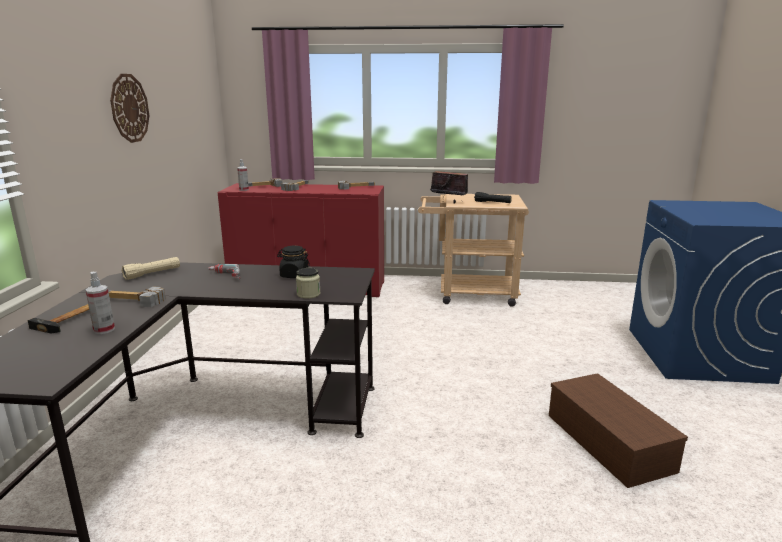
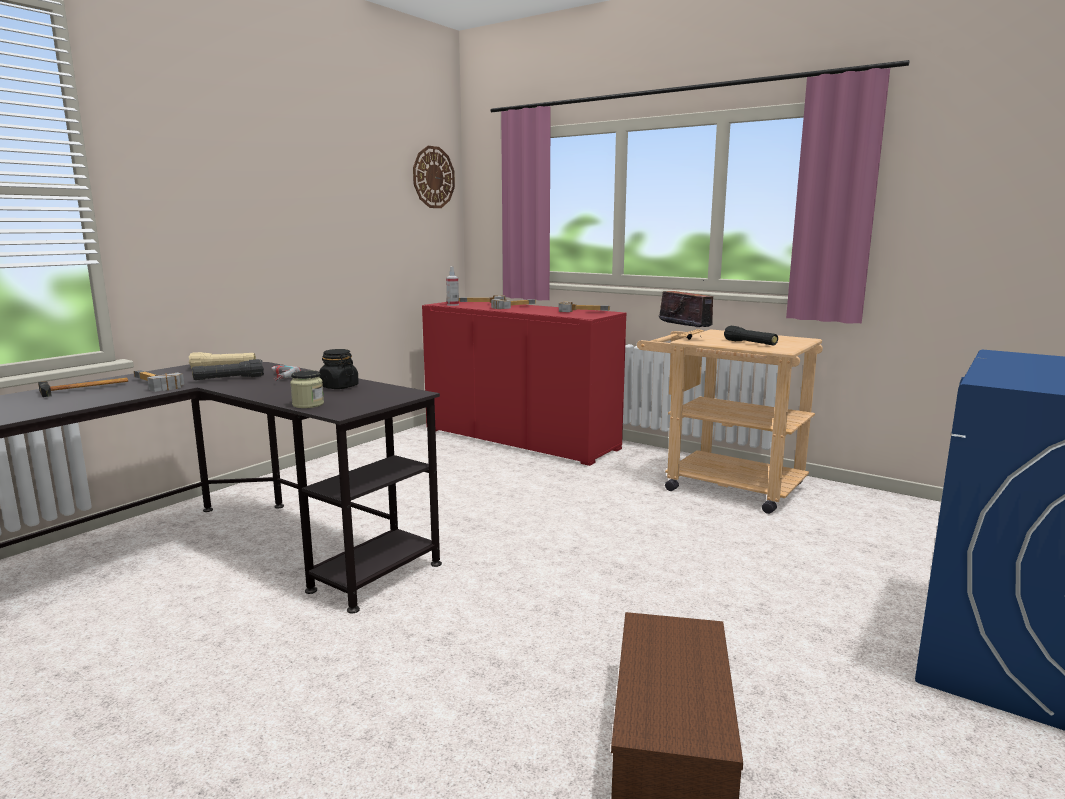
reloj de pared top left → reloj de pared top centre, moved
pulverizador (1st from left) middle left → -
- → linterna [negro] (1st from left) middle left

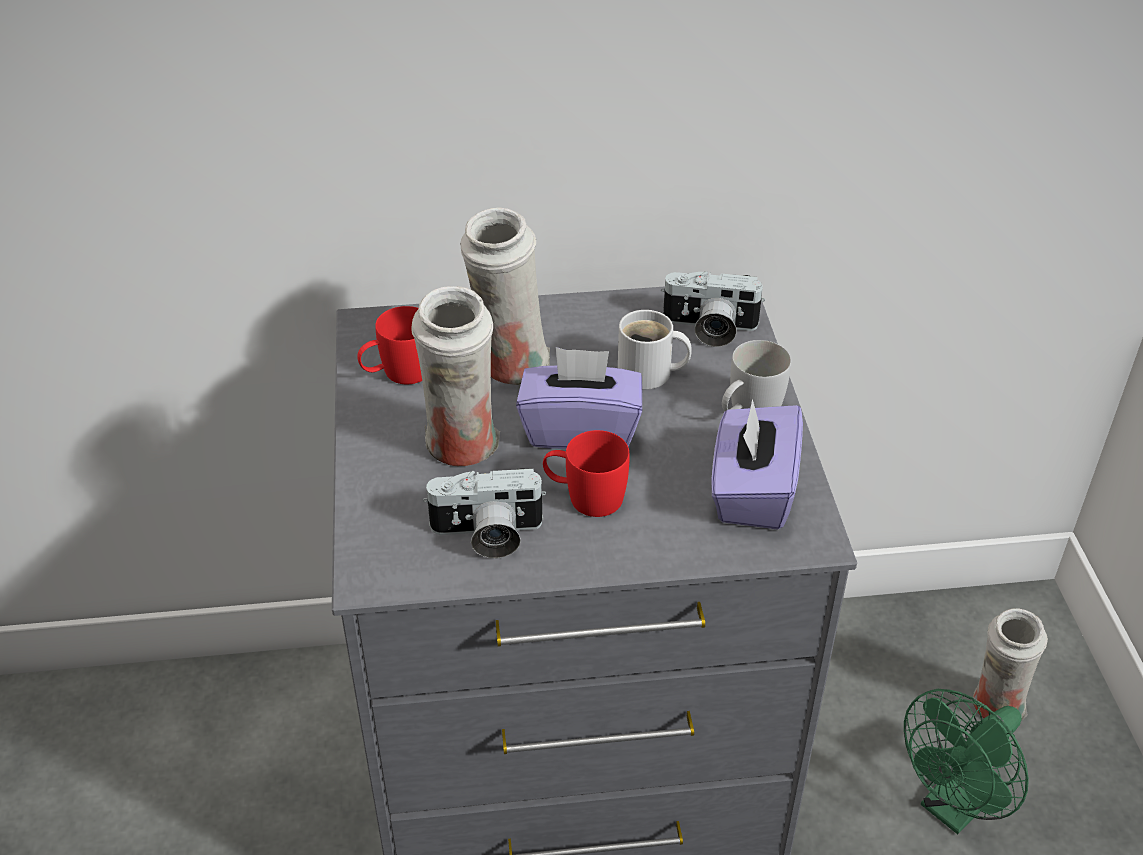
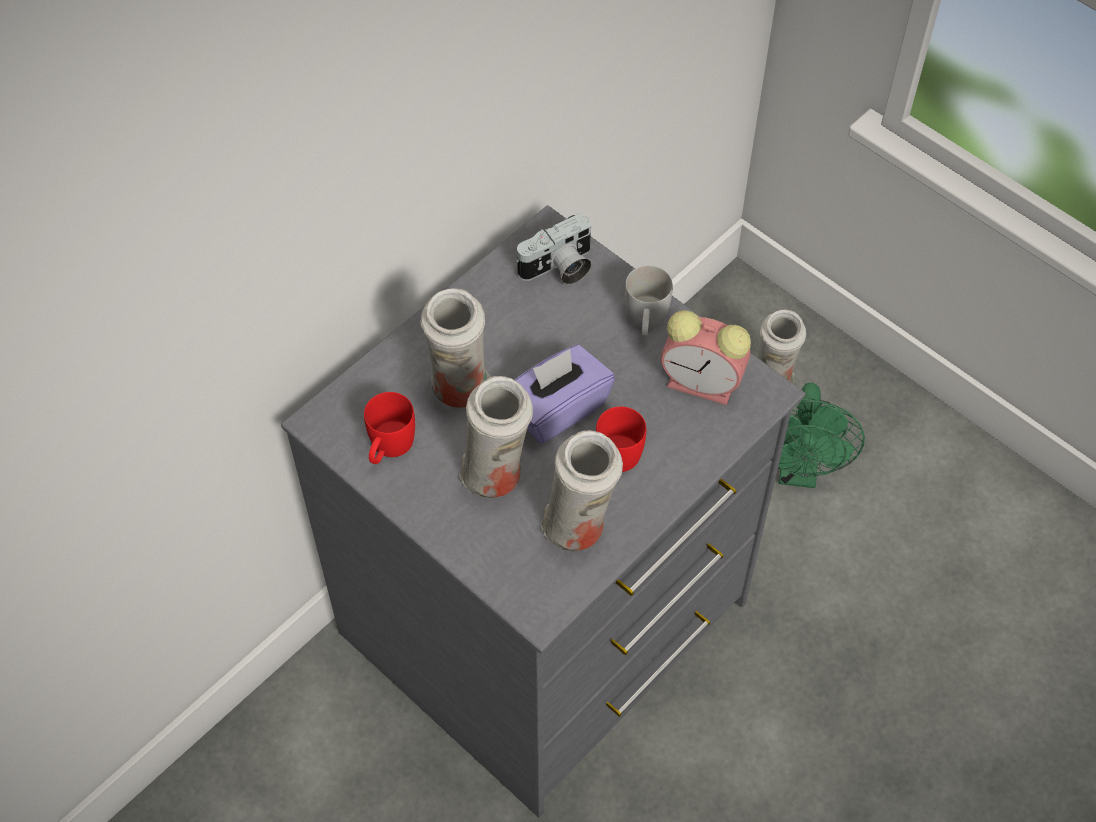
taza grande [blanco] (1st from left) centre → -
caja de pañuelos [morado] (2nd from left) centre → despertador centre
cámara (1st from left) centre → florero [blanco] (3rd from left) centre

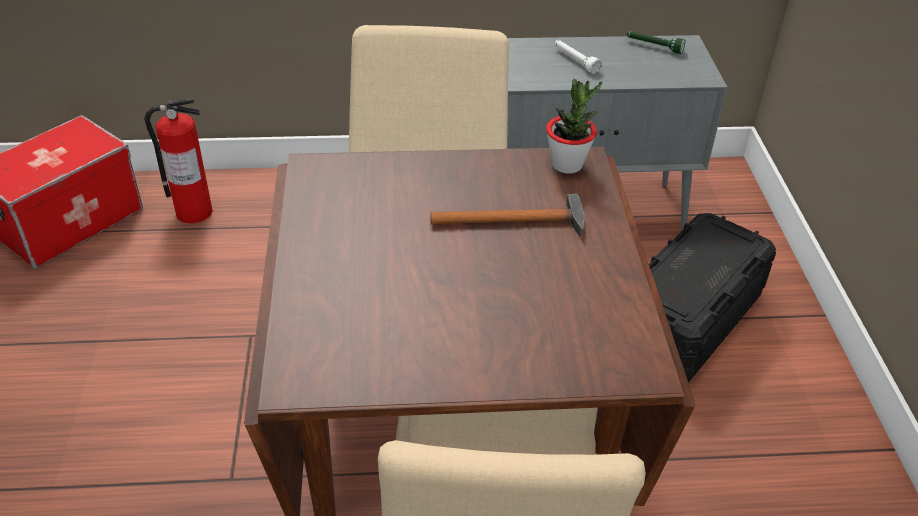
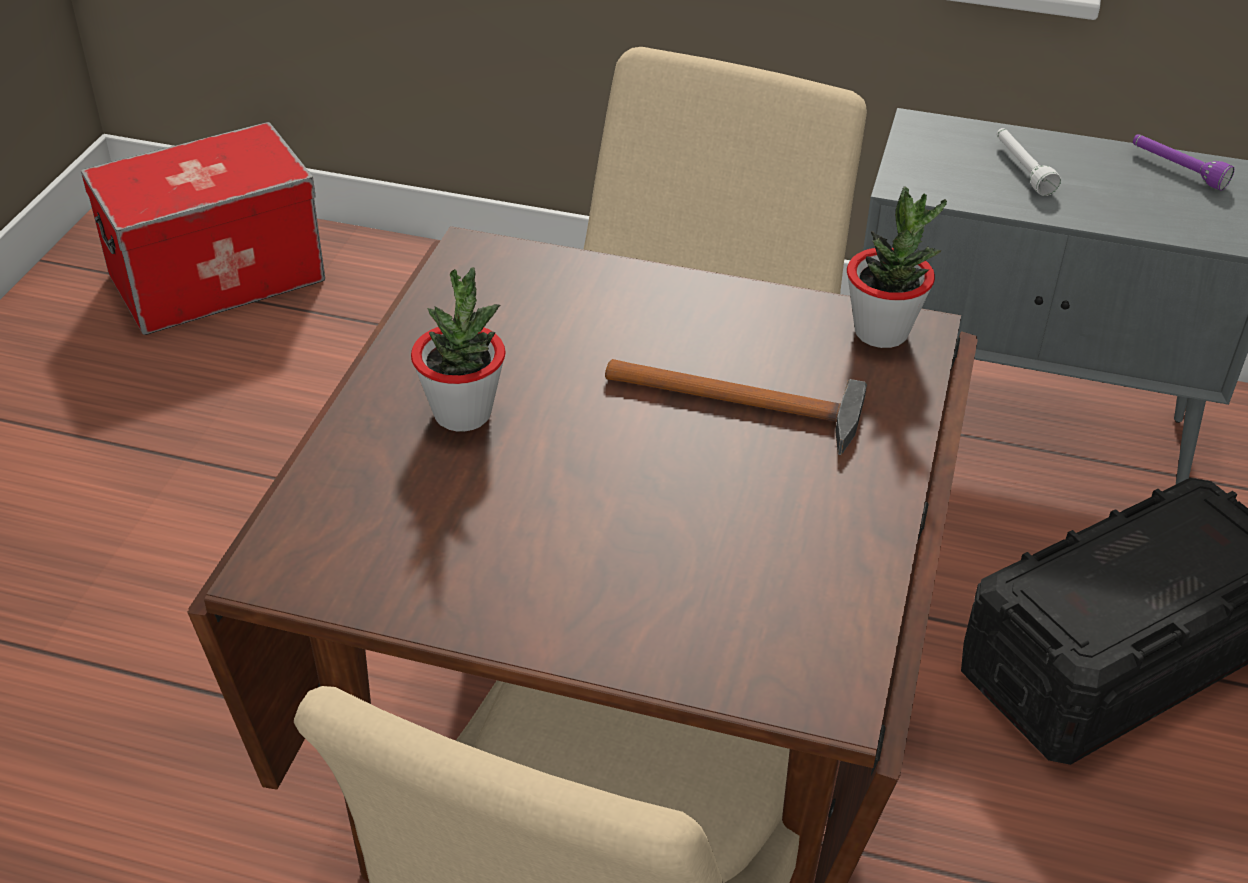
linterna [verde] top right → linterna [morado] top right
extintor top left → -
- → planta en maceta (1st from left) centre

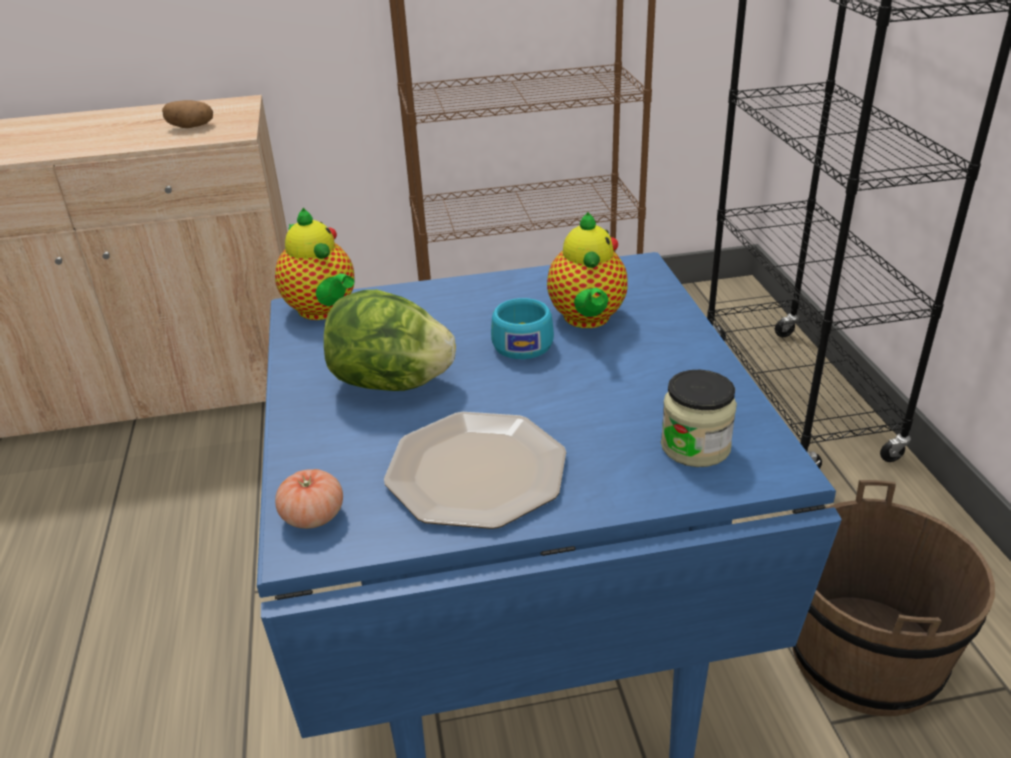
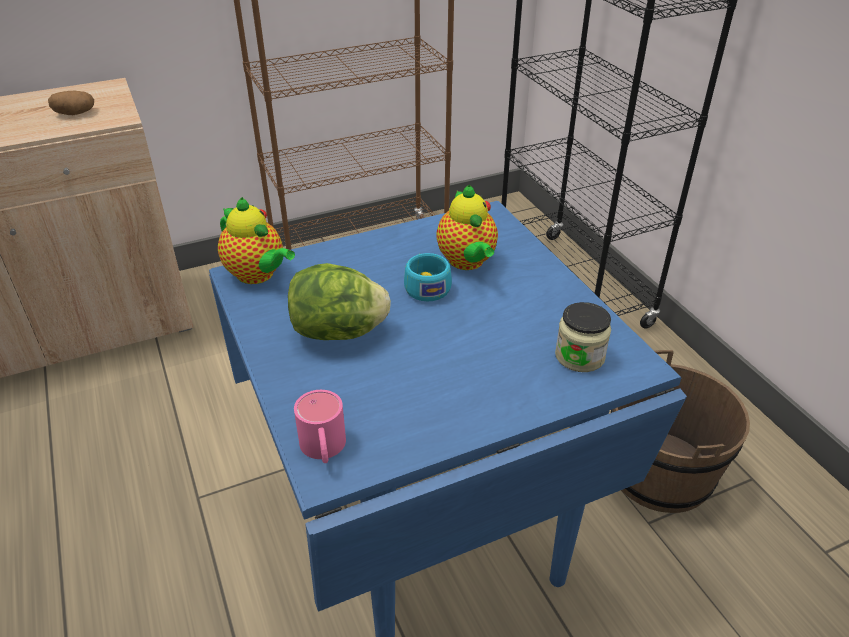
plato centre → -
tomate middle left → taza grande [rosa] bottom centre

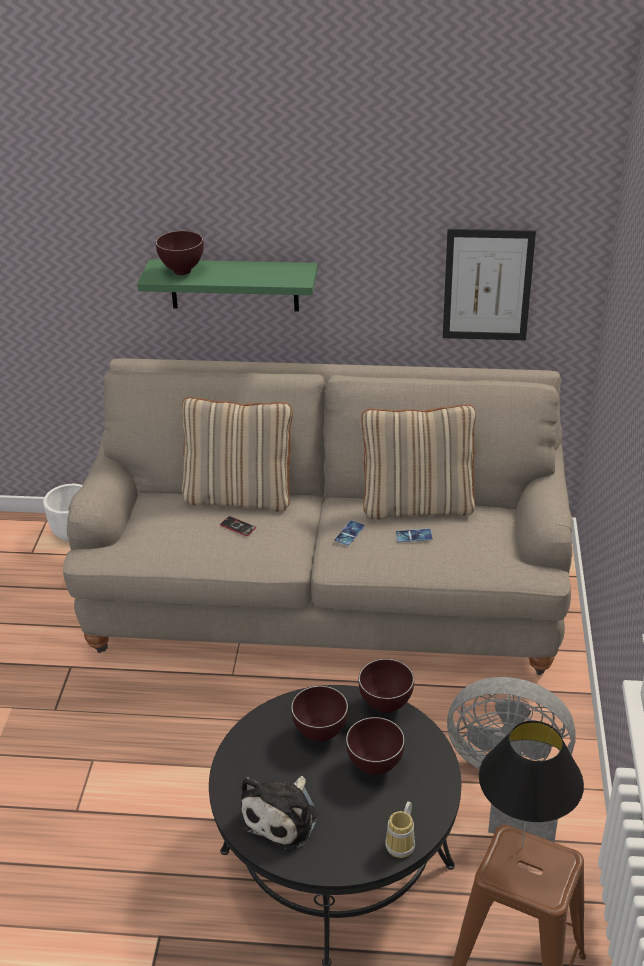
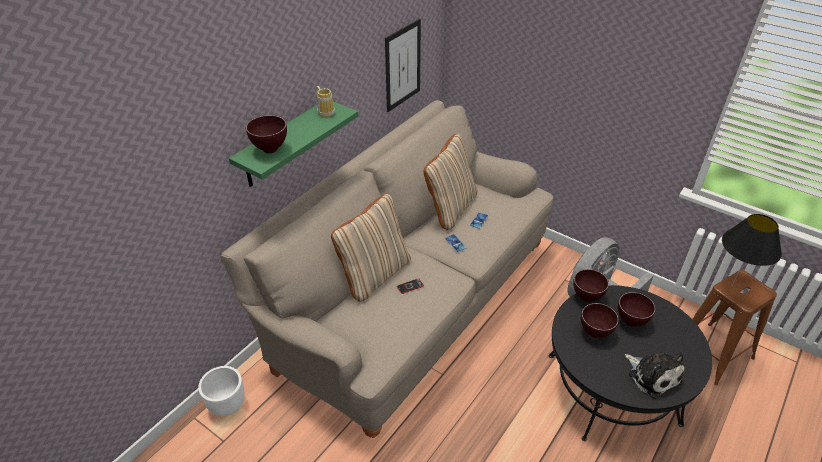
taza grande bottom centre → taza grande top centre, moved

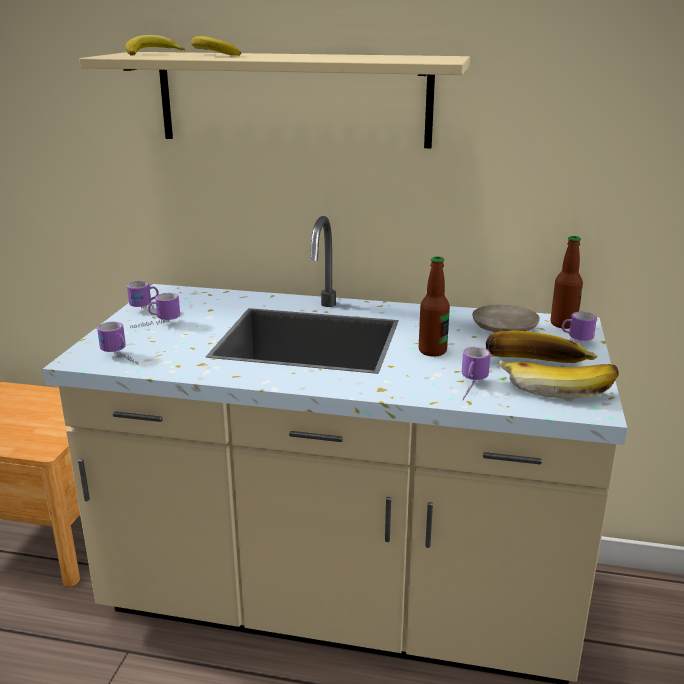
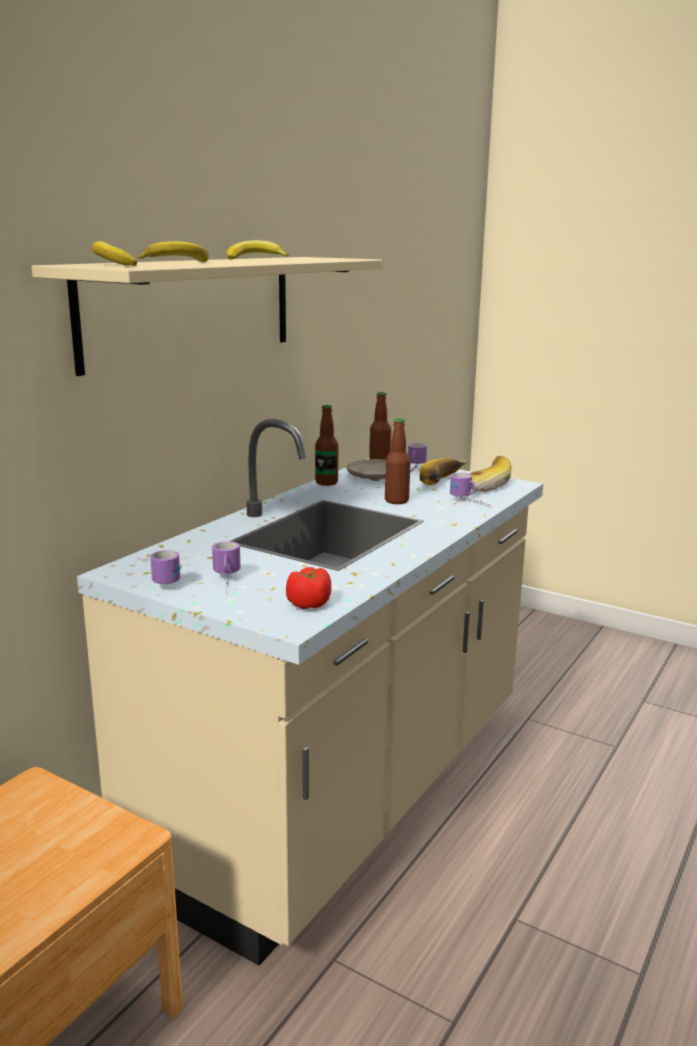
taza grande (1st from left) middle left → tomate centre
- → plátano (3rd from left) top centre
- → botella (1st from left) centre

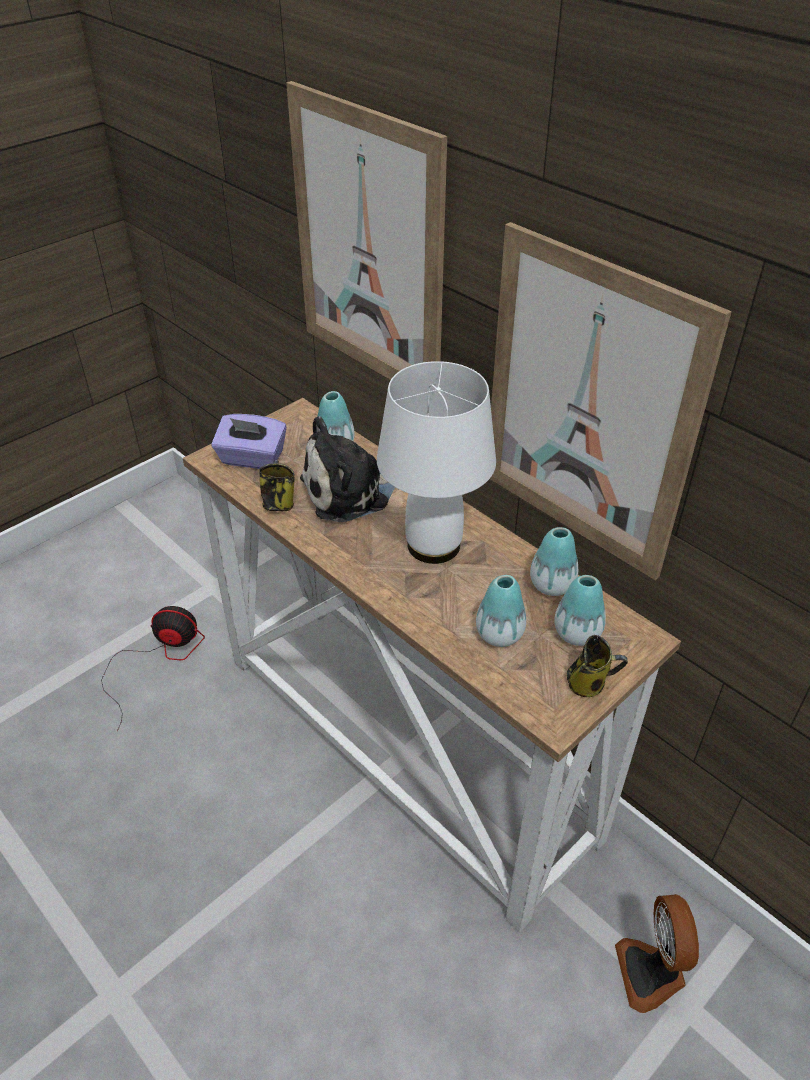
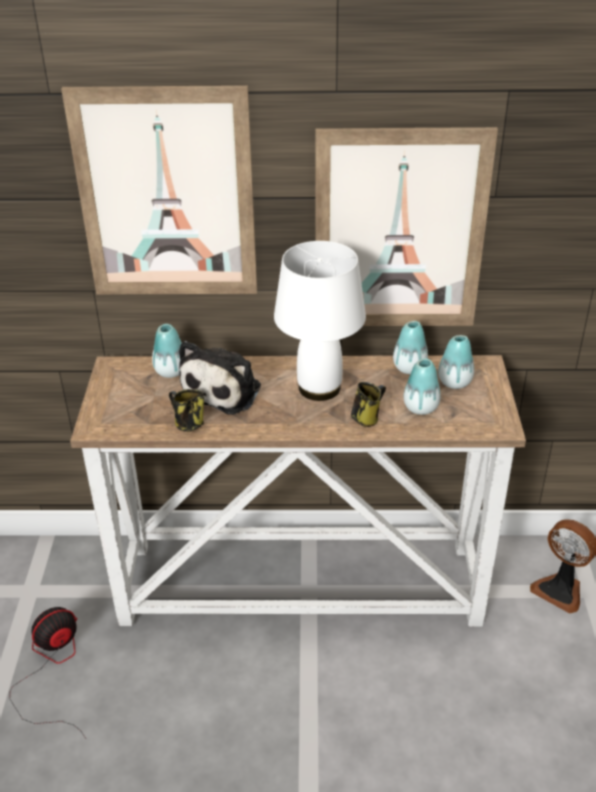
caja de pañuelos [morado] middle left → -
taza grande (2nd from left) middle right → taza grande (2nd from left) centre, moved

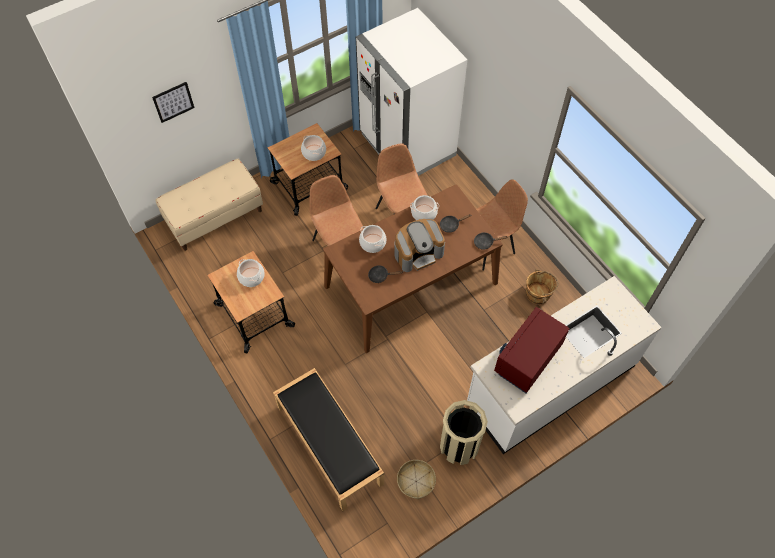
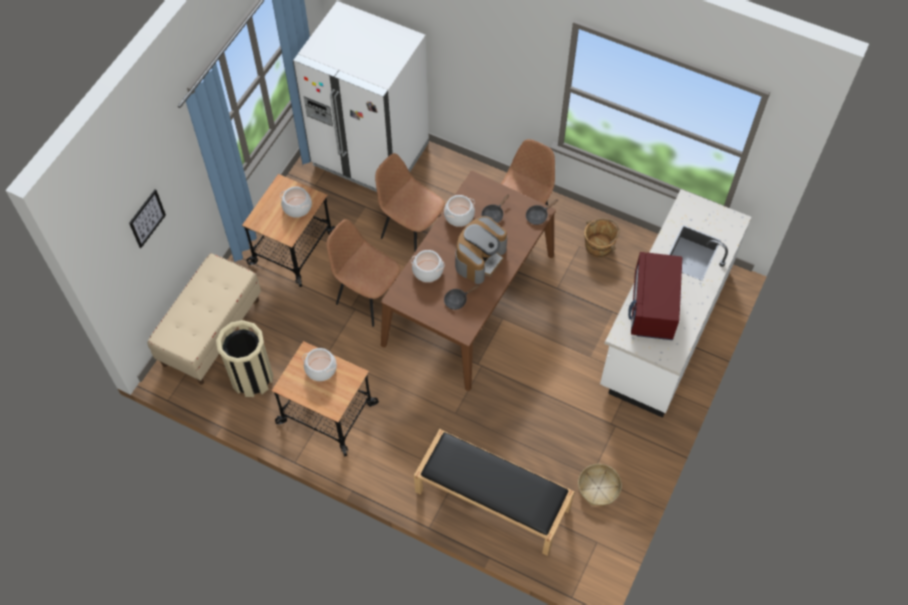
papelera [beis] bottom centre → papelera [beis] middle left, moved

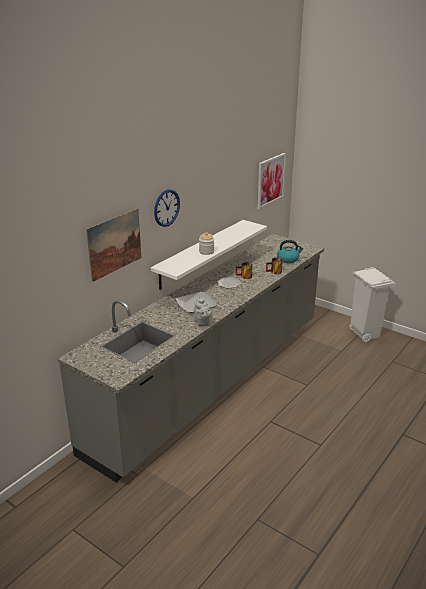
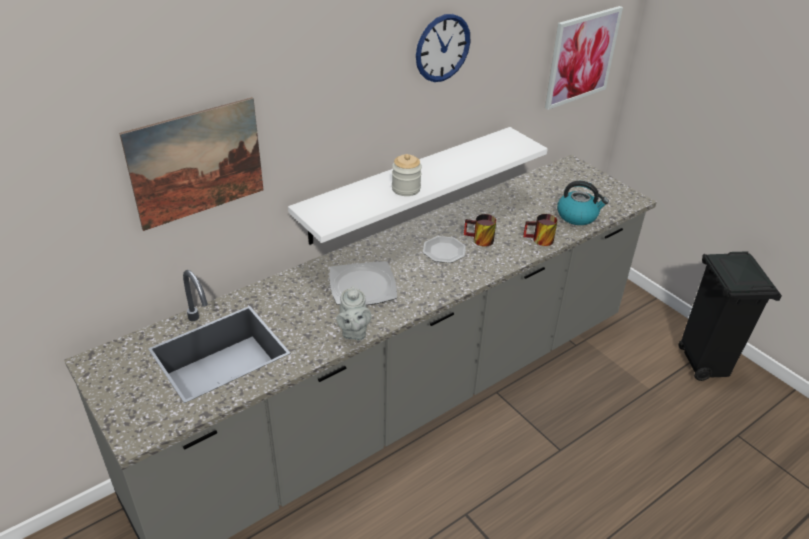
reloj de pared centre → reloj de pared top centre, moved
papelera [blanco] middle right → papelera [negro] middle right

